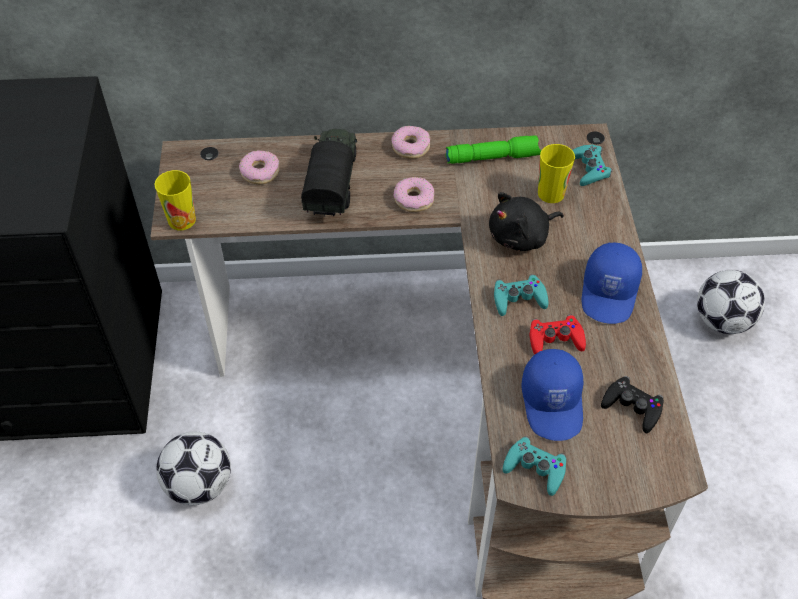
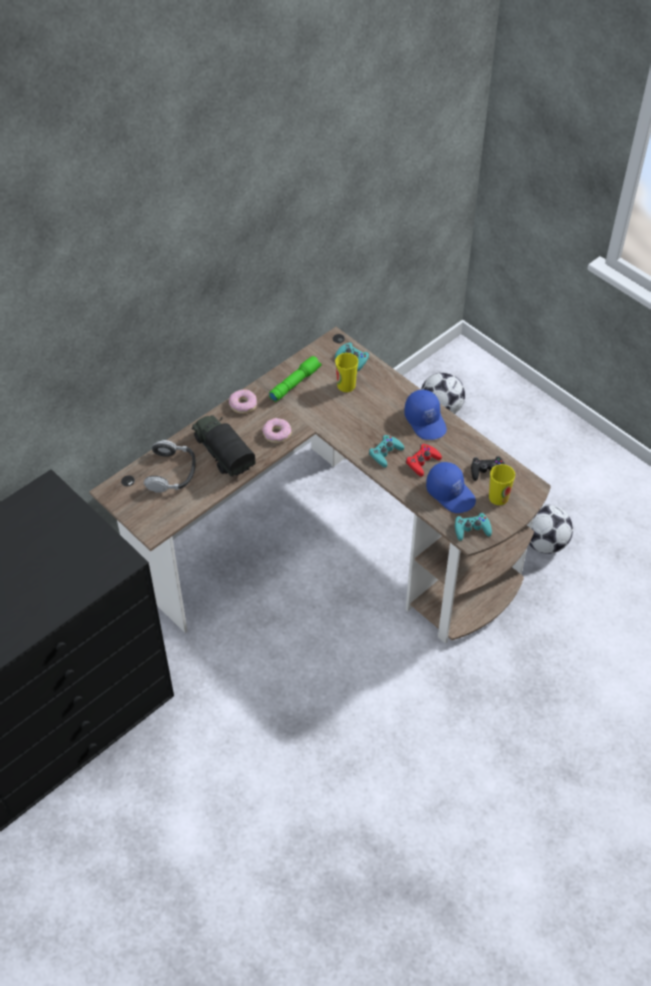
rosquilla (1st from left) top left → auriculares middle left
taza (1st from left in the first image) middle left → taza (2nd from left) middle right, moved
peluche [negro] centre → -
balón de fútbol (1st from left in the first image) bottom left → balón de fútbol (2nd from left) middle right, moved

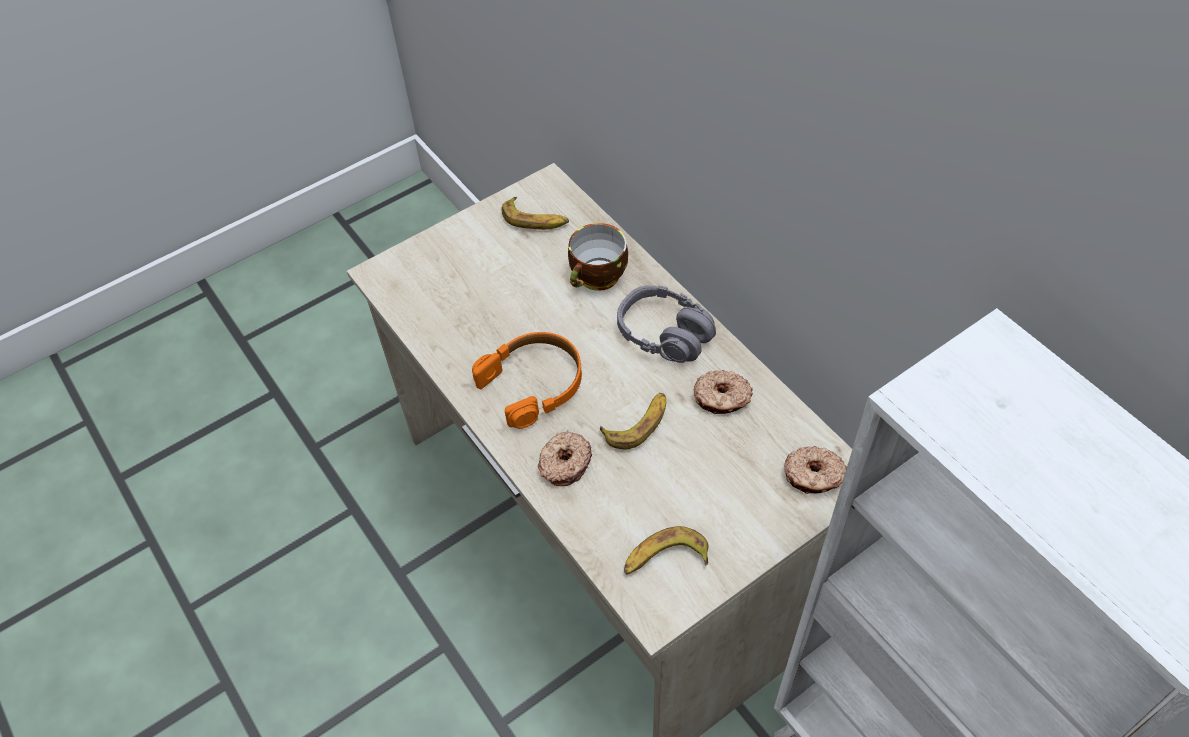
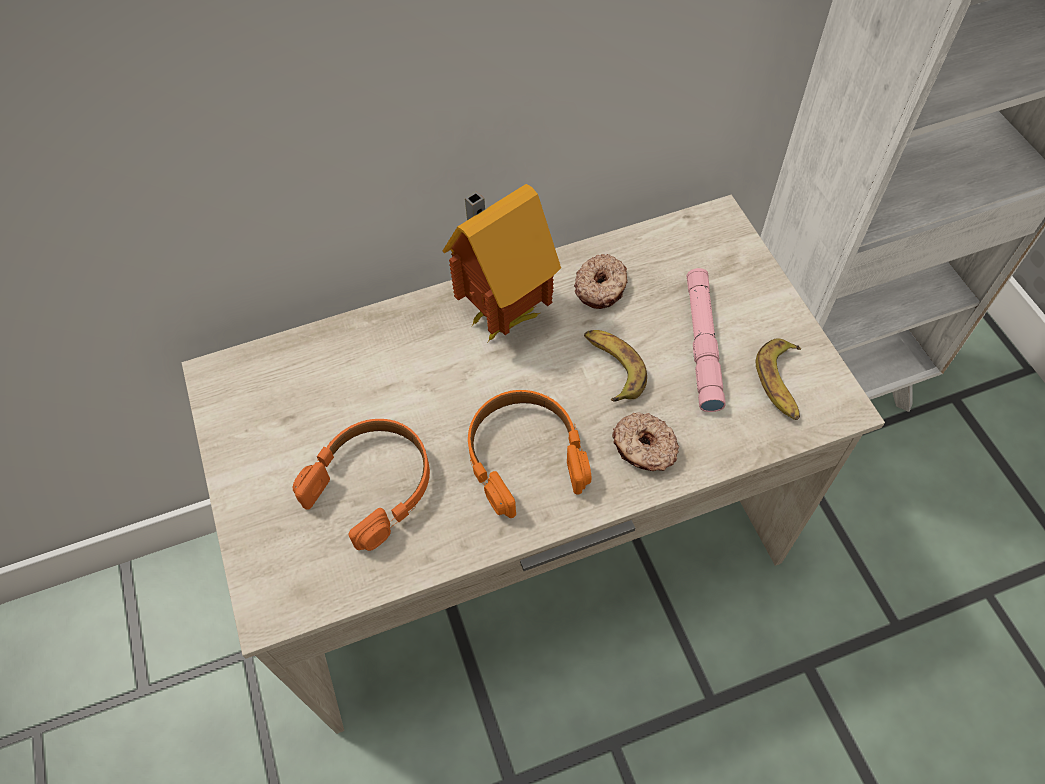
plátano (1st from left) top centre → -
taza centre → -
auriculares [gris] centre → casita centre
rosquilla (3rd from left) middle right → -
- → linterna [rosa] middle right
- → auriculares [naranja] (1st from left) centre

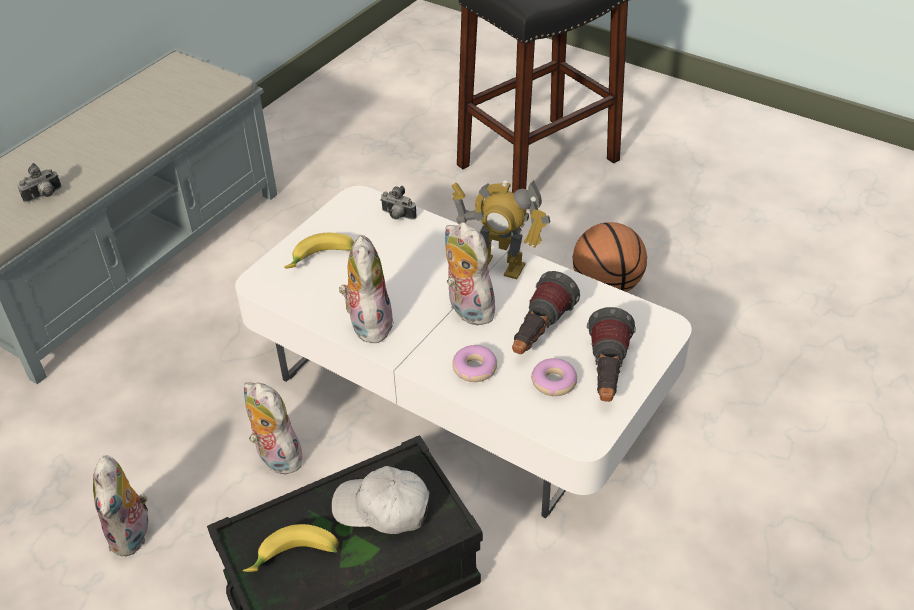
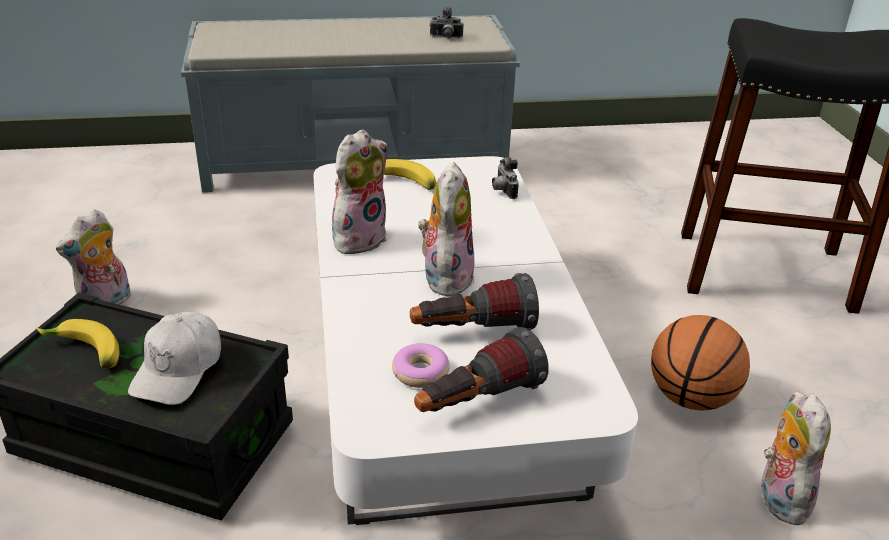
cámara (1st from left) top left → cámara (1st from left) top centre, moved
robot de juguete centre → -
rosquilla (1st from left) centre → -
peluche (2nd from left in the first image) bottom left → peluche (4th from left) bottom right, moved
gorra [blanco] bottom centre → gorra [blanco] middle left, 135 degrees counterclockwise

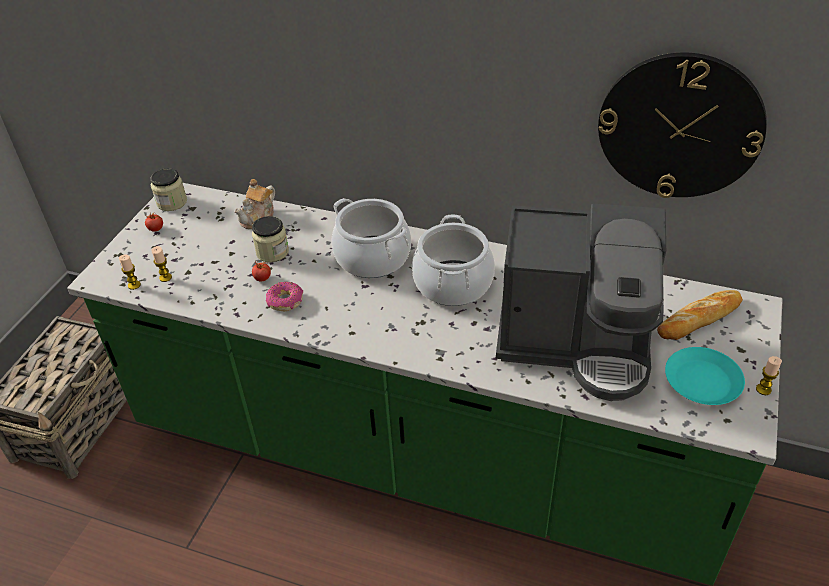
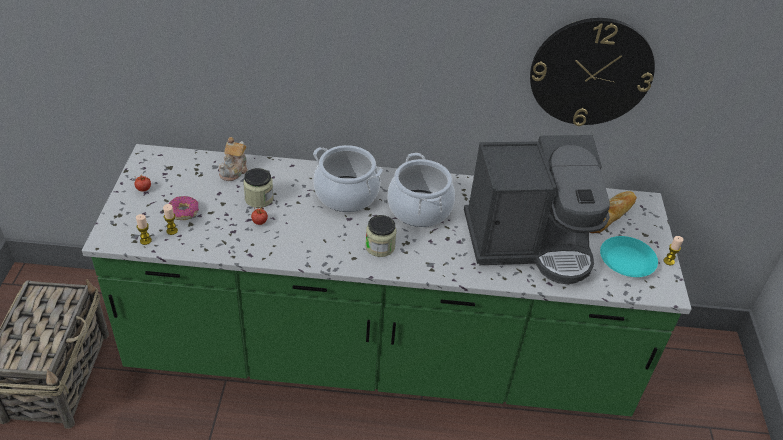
tarro (1st from left in the first image) top left → tarro (2nd from left) centre, moved
rosquilla centre → rosquilla middle left, moved

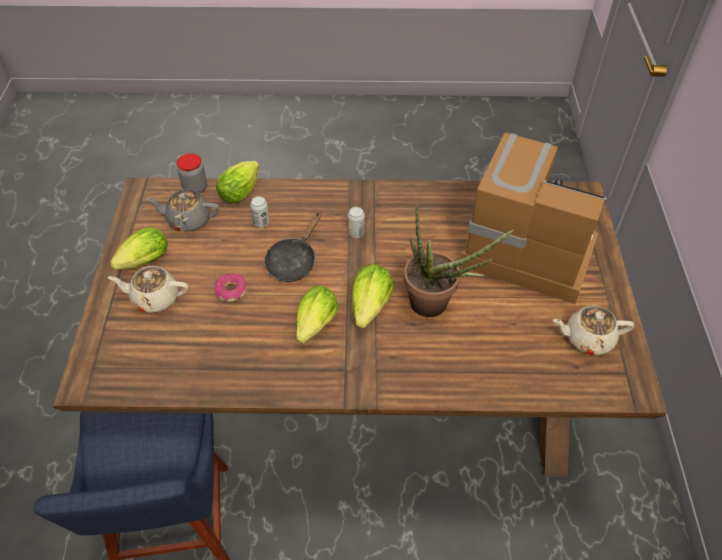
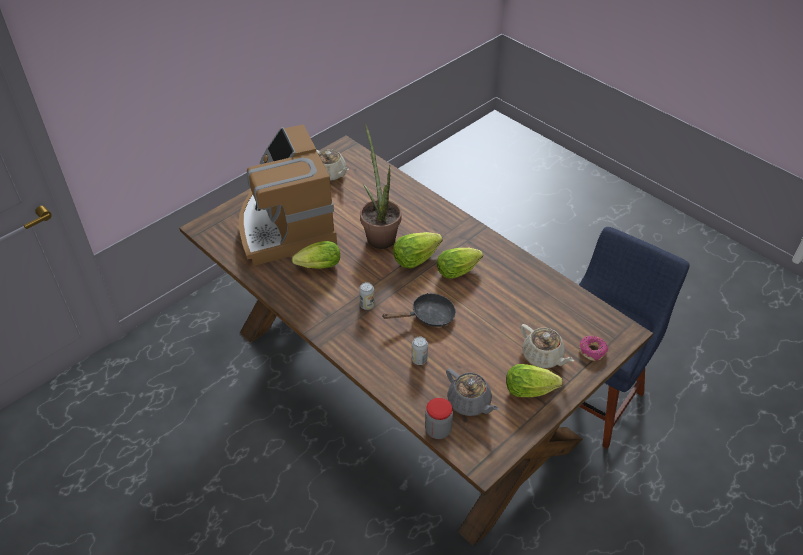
lechuga (2nd from left in the first image) top left → lechuga (1st from left) centre, moved
rosquilla middle left → rosquilla middle right, moved

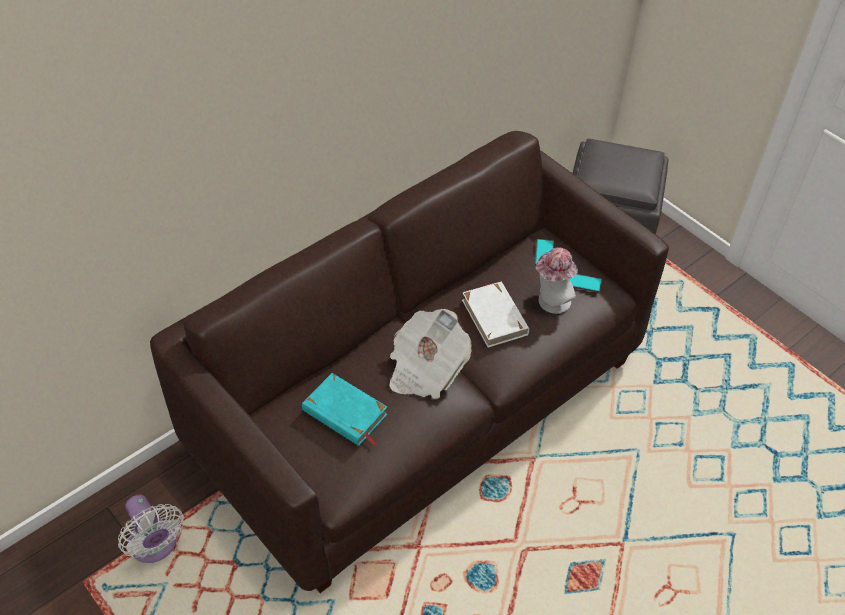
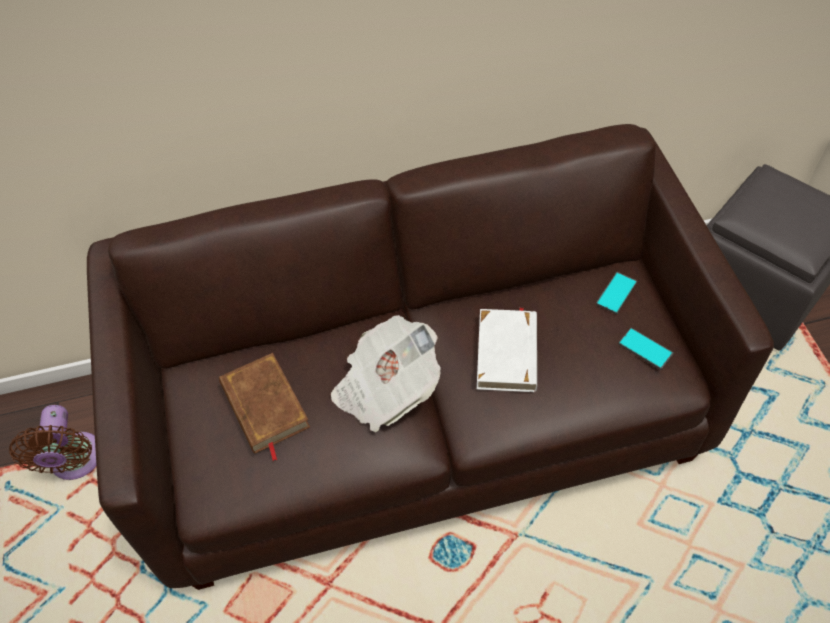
sombrero centre → -
libro [turquesa] centre → libro [marrón] middle left
ventilador [blanco] bottom left → ventilador [marrón] bottom left

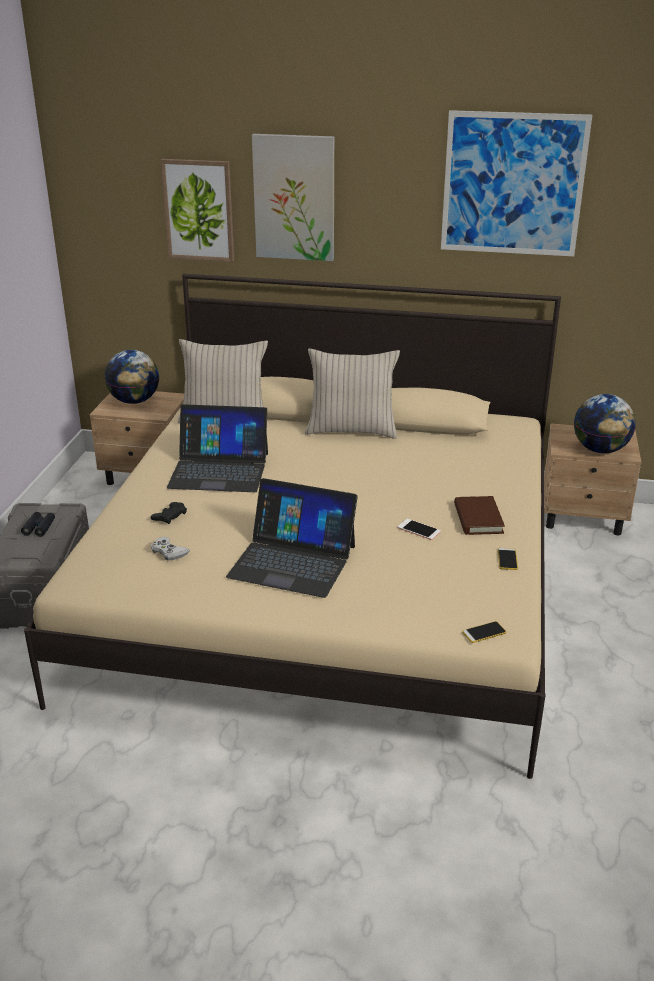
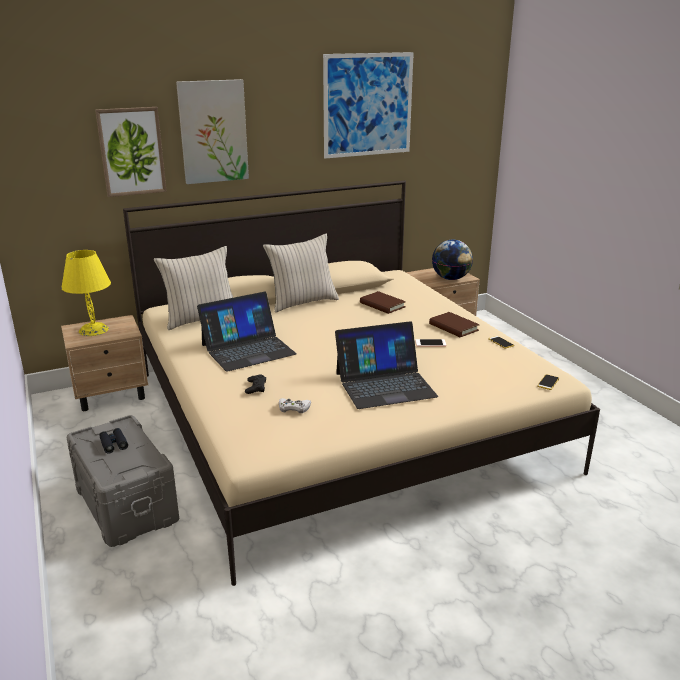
globo terráqueo (1st from left) middle left → lámpara de mesa [amarillo] middle left
- → libro [marrón] (1st from left) centre

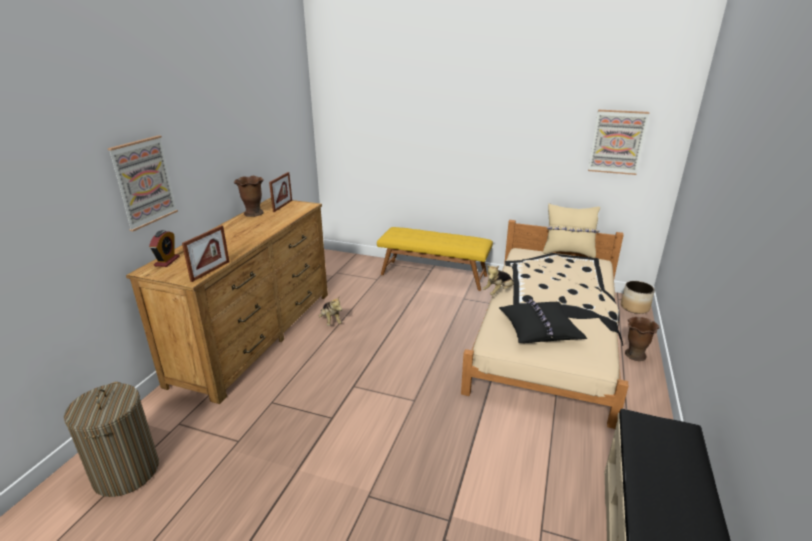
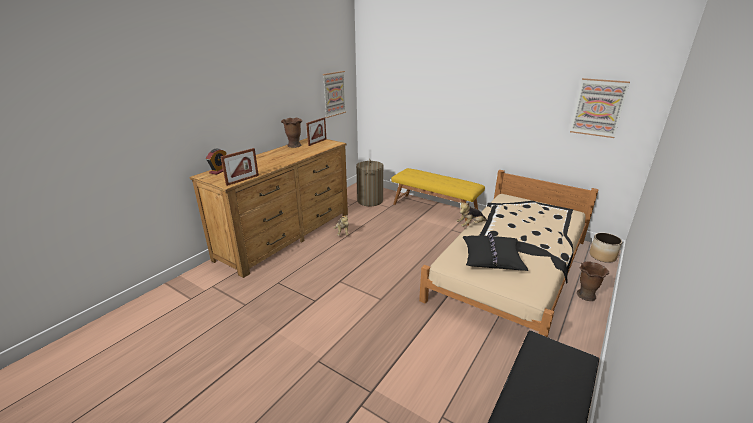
cuadro (1st from left) middle left → cuadro (1st from left) top centre, moved
cojín [beis] middle right → -
cesto de la ropa bottom left → cesto de la ropa centre, moved

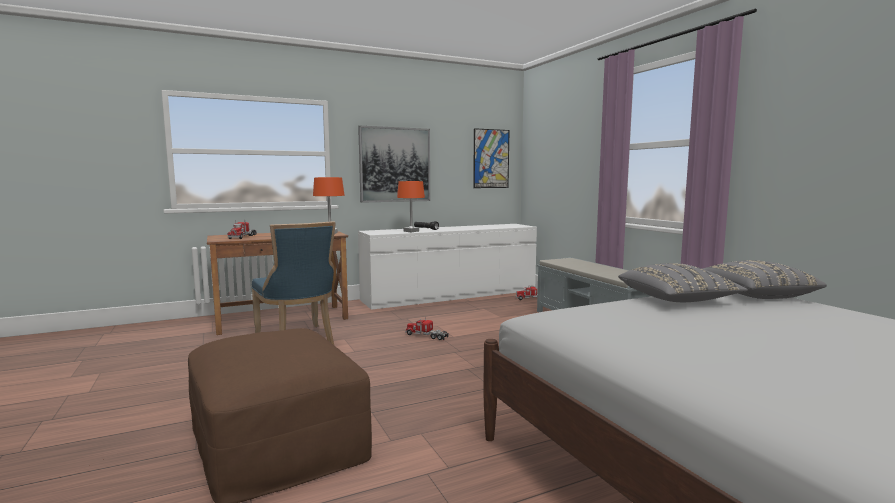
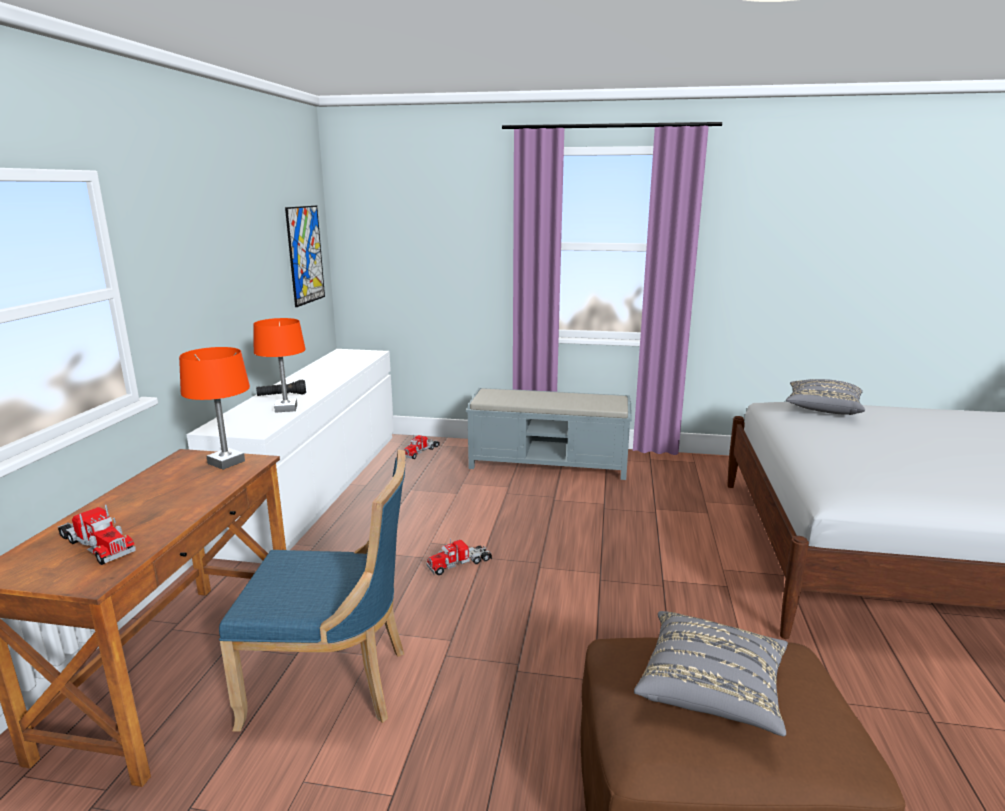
cuadro (1st from left) top centre → -
cojín [gris] (1st from left) middle right → cojín [gris] (1st from left) bottom right, moved

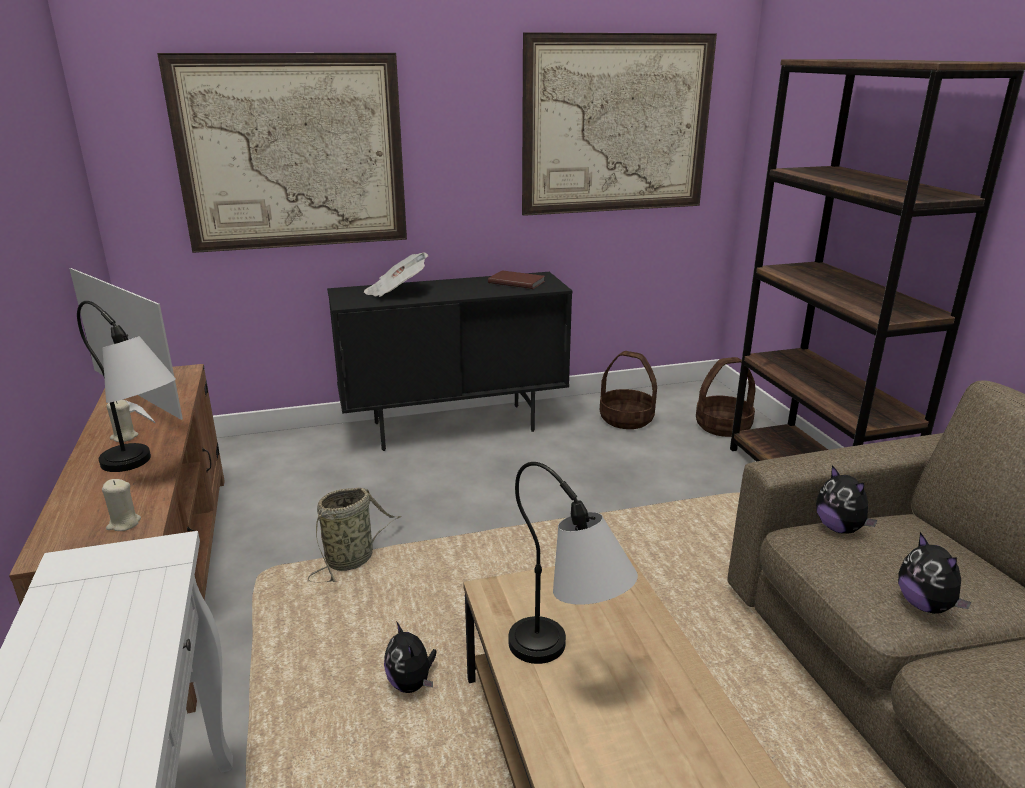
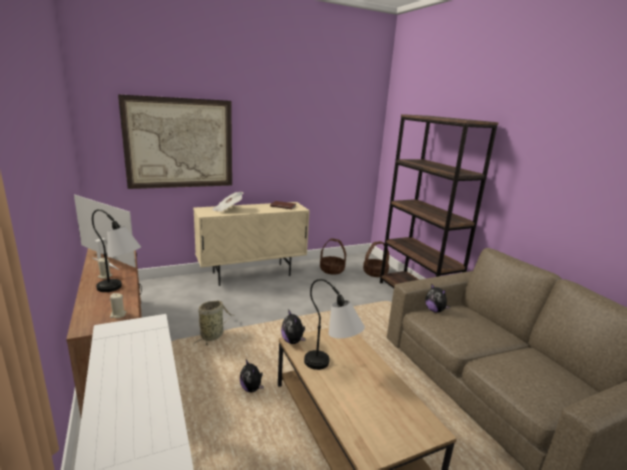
cuadro (2nd from left) top centre → -
armario [negro] centre → armario [beis] centre
peluche (3rd from left in the first image) bottom right → peluche (2nd from left) bottom centre, moved

